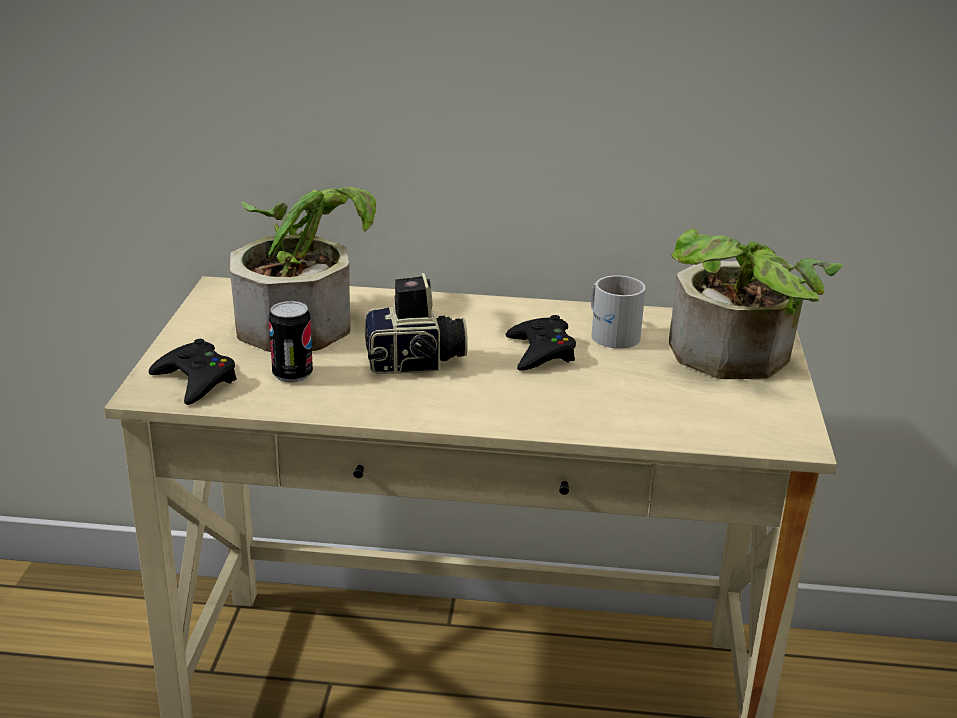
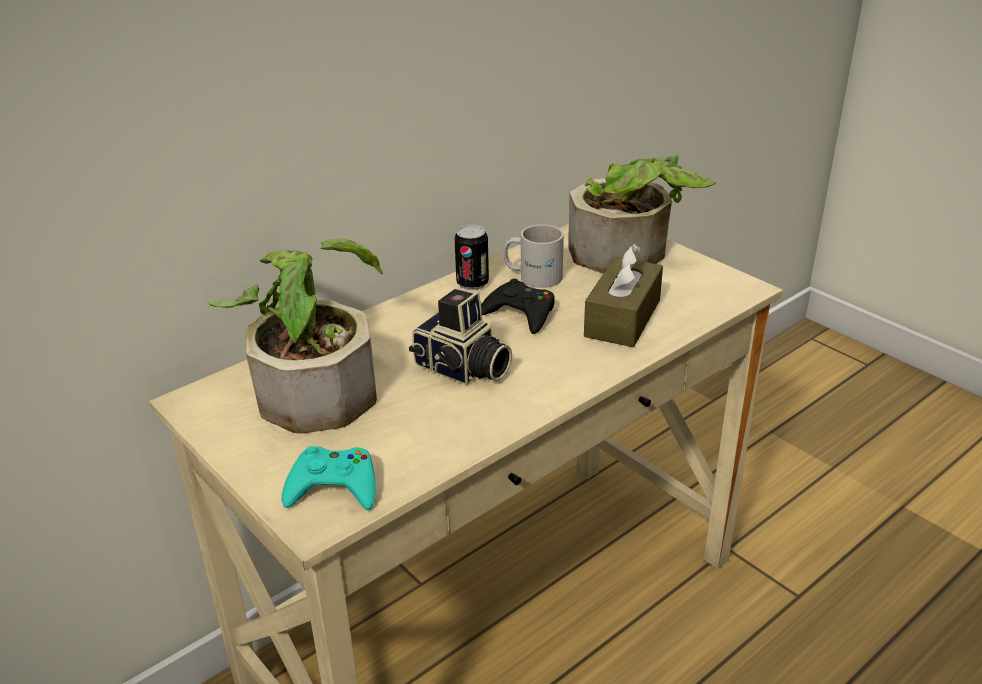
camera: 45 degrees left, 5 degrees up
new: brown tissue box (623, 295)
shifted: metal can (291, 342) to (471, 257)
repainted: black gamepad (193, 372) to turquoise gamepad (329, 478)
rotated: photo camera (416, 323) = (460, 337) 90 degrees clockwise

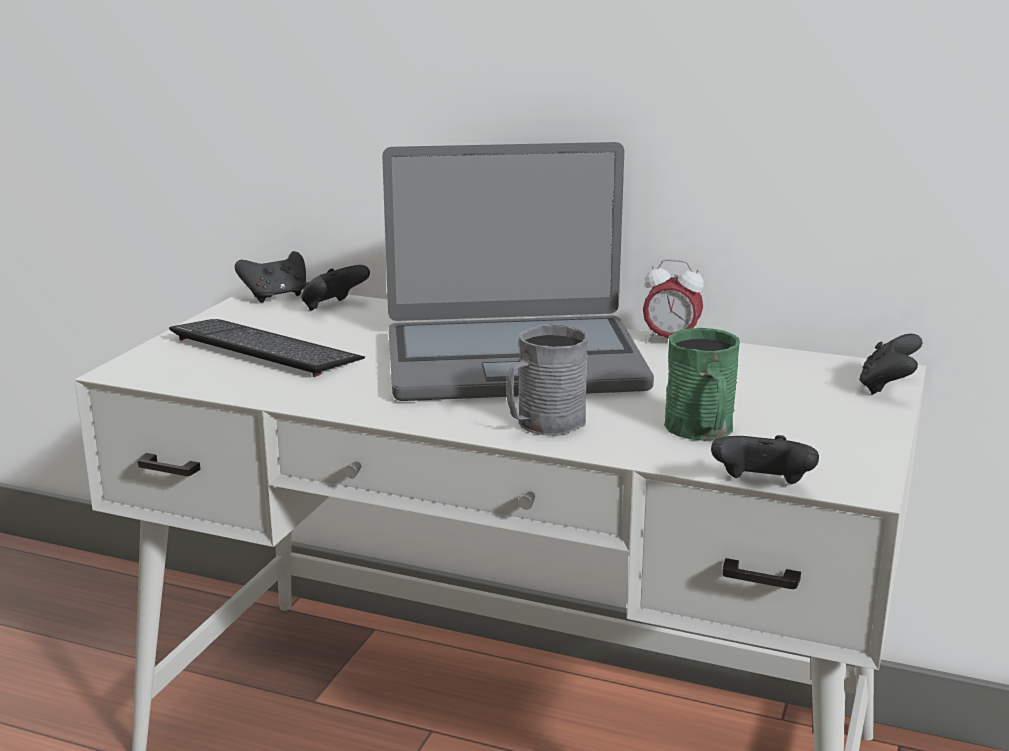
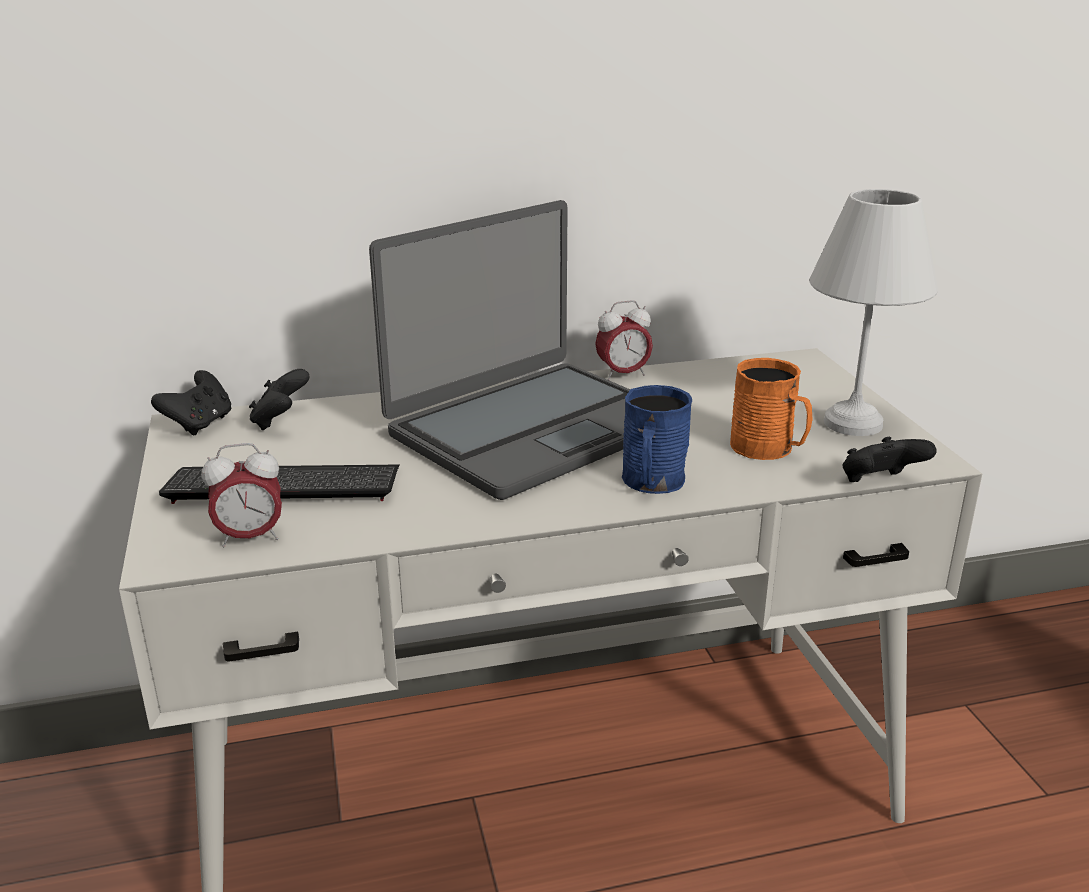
camera: 35 degrees left, 5 degrees up
gone: black gamepad (890, 364)
new: white lamp for a table (873, 312); alarm clock (242, 495)
repainted: gray mug (547, 380) to blue-coloured mug (657, 439); greenish mug (702, 384) to orange mug (771, 409)

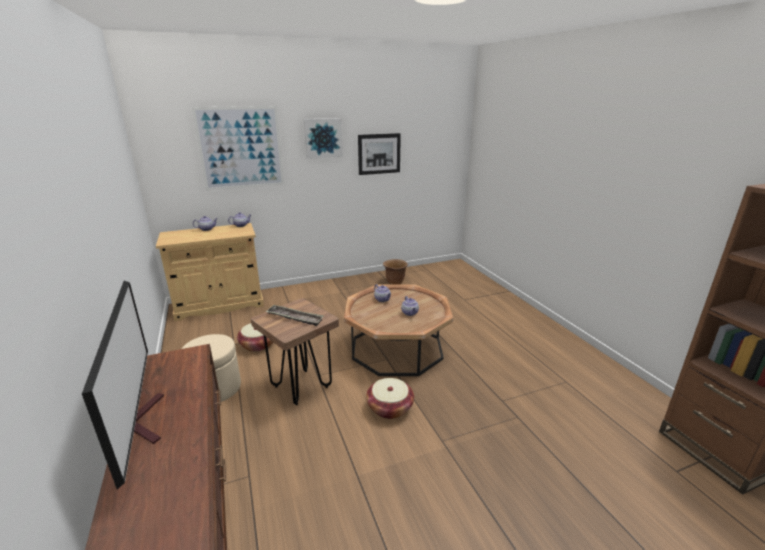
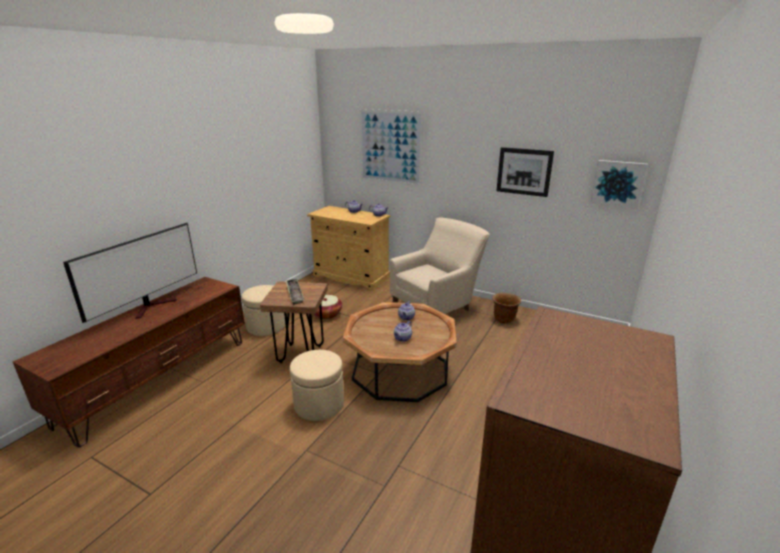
camera: 50 degrees right, 0 degrees up
new: sand-coloured lounge chair (439, 265)
shifted: wall picture (323, 138) to (619, 184)
swapped: storage basket (390, 398) to sand-coloured pouffe (317, 385)

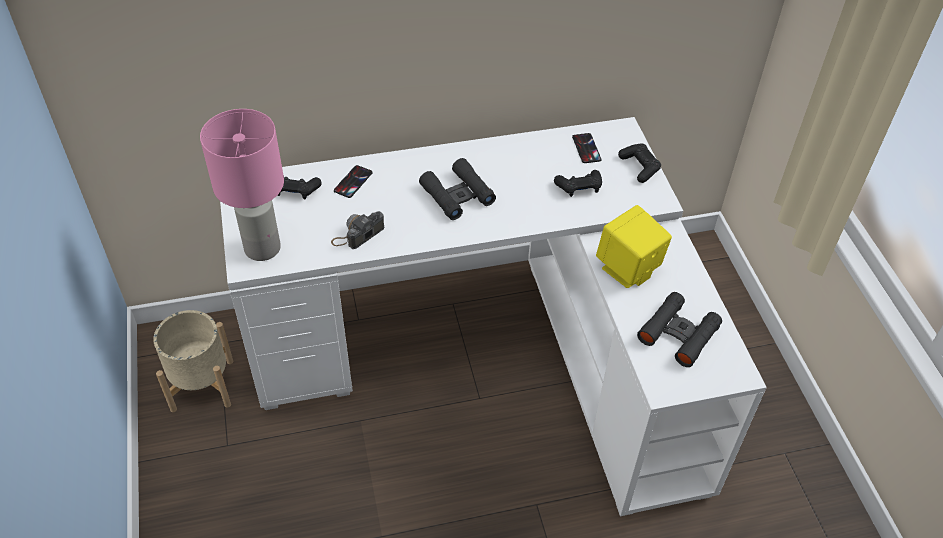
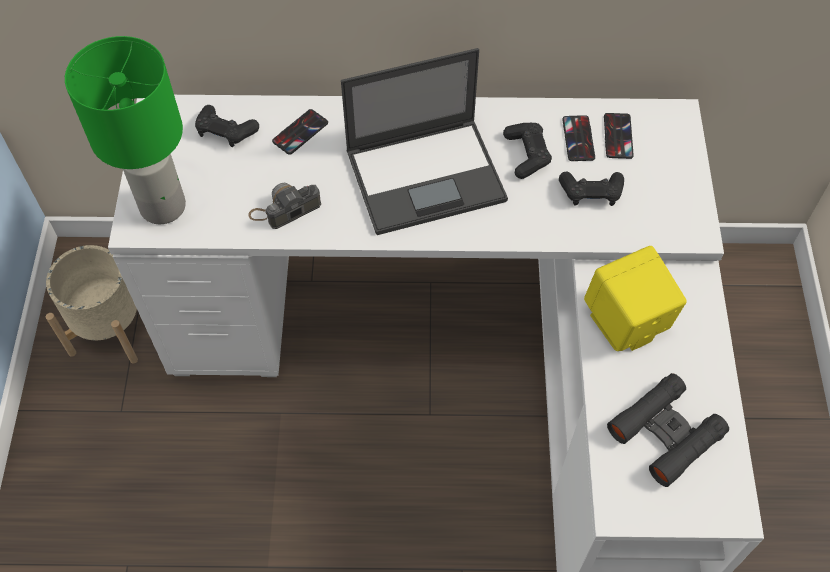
camera: 15 degrees right, 10 degrees up
new: telephone (578, 138)
shifted: black gamepad (639, 163) to (527, 151)
swapped: black pair of binoculars (457, 189) to laptop (424, 141)
repainted: pinkish lamp for a table (242, 185) to greenish lamp for a table (125, 130)

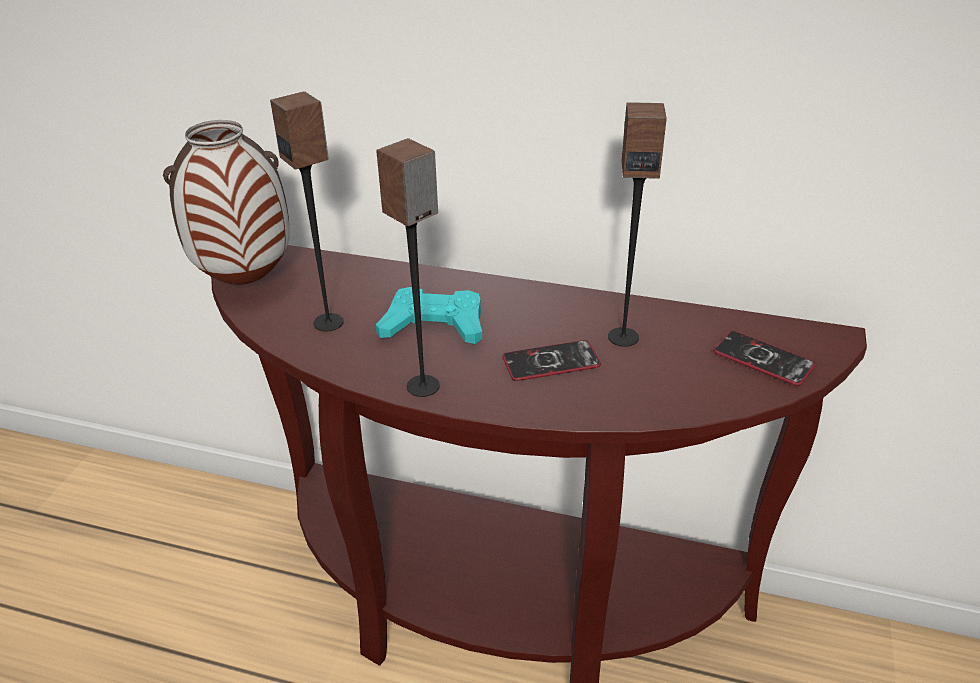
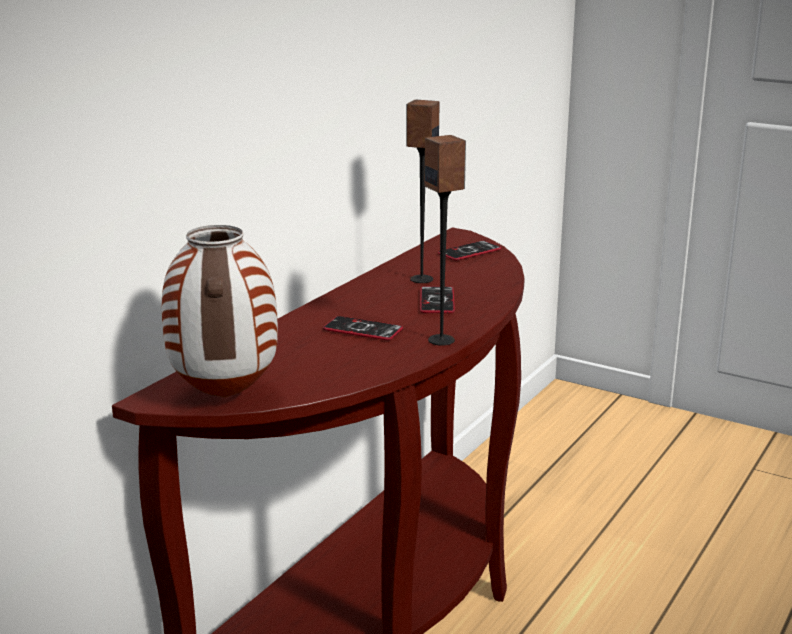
camera: 75 degrees left, 15 degrees down
gone: speaker (307, 211)
swapped: turquoise gamepad (429, 315) to telephone (363, 328)

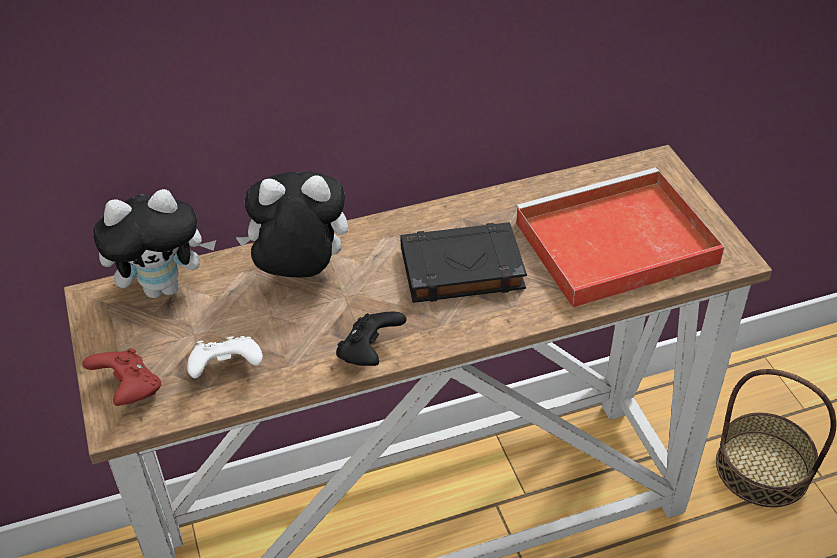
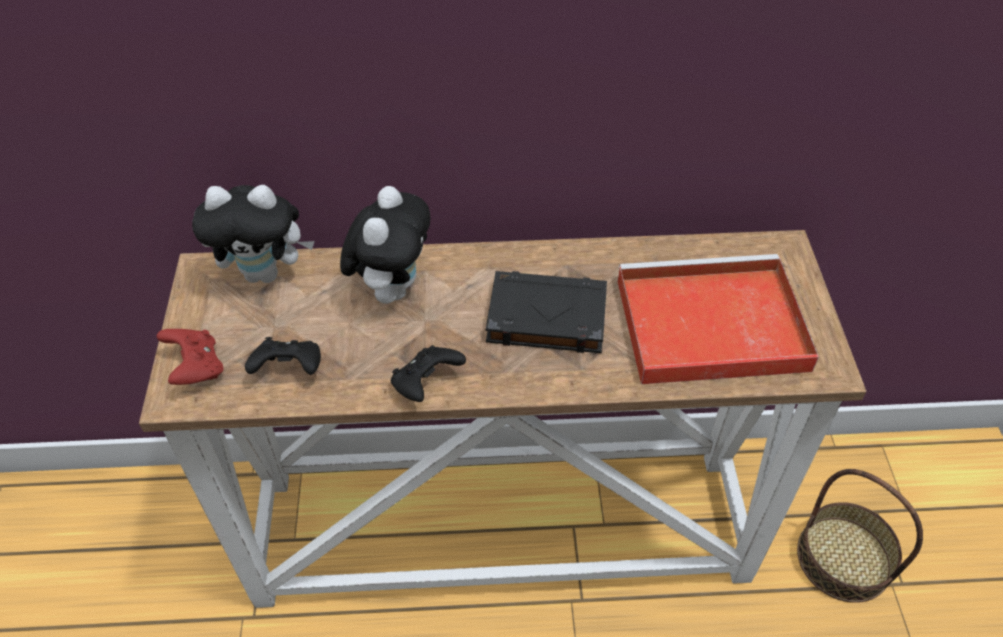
camera: 15 degrees right, 5 degrees up
repainted: white gamepad (225, 357) to black gamepad (283, 356)
rotated: cuddly toy (291, 224) = (385, 245) 90 degrees clockwise

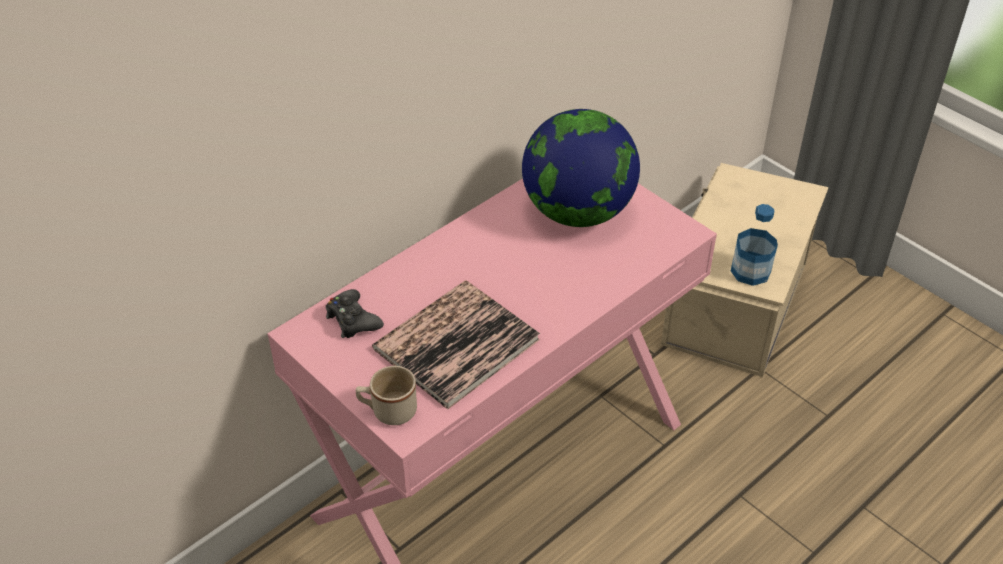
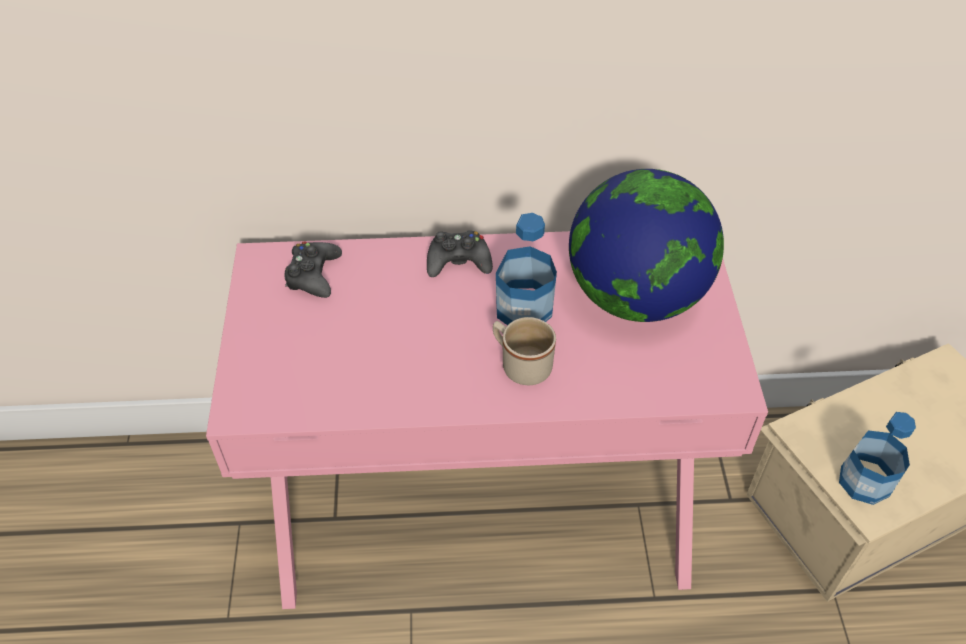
camera: 40 degrees right, 5 degrees up
gone: volume (456, 345)
new: bottle (526, 269); black gamepad (460, 253)
shifted: sand-coloured mug (386, 395) to (524, 351)

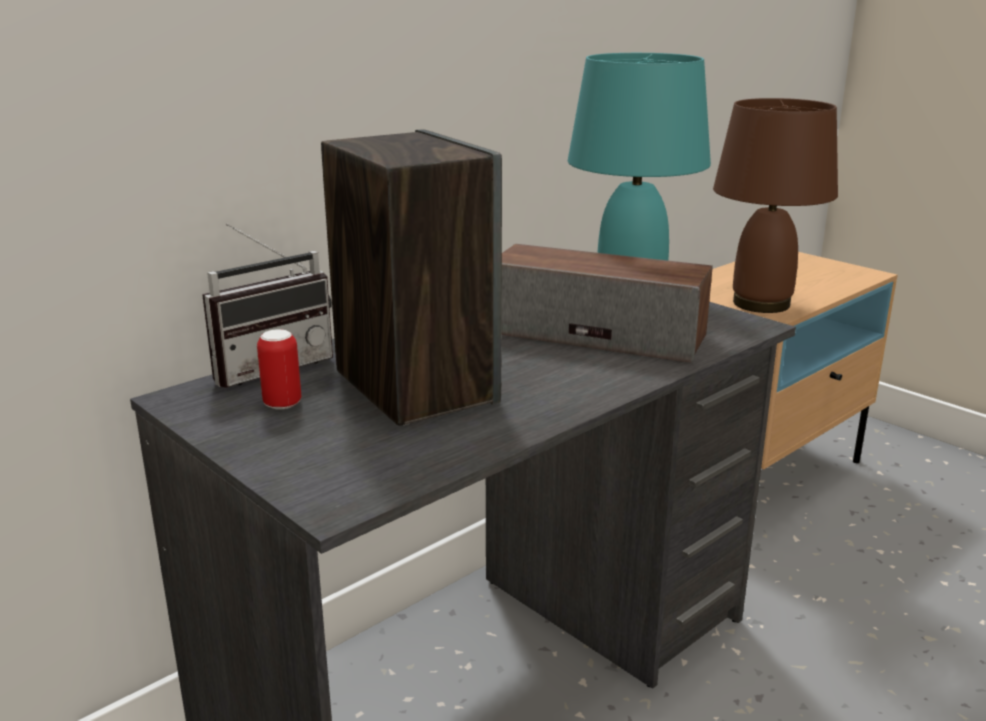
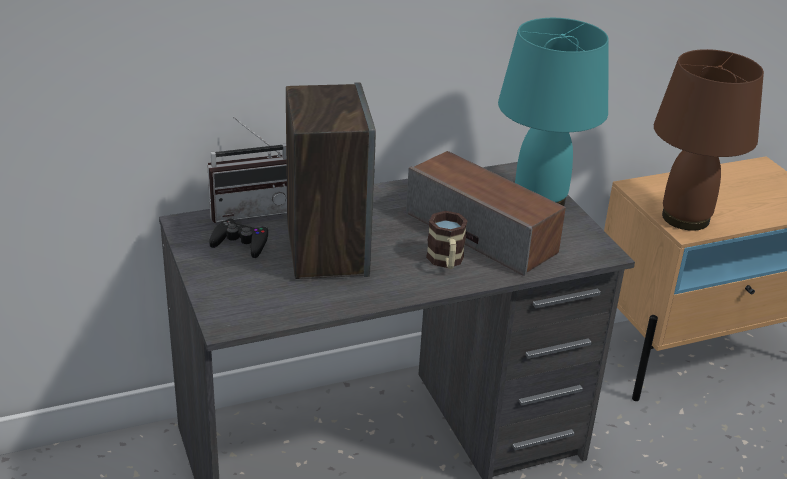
camera: 20 degrees right, 10 degrees up
new: mug (447, 240)
swapped: metal can (279, 369) to black gamepad (238, 238)

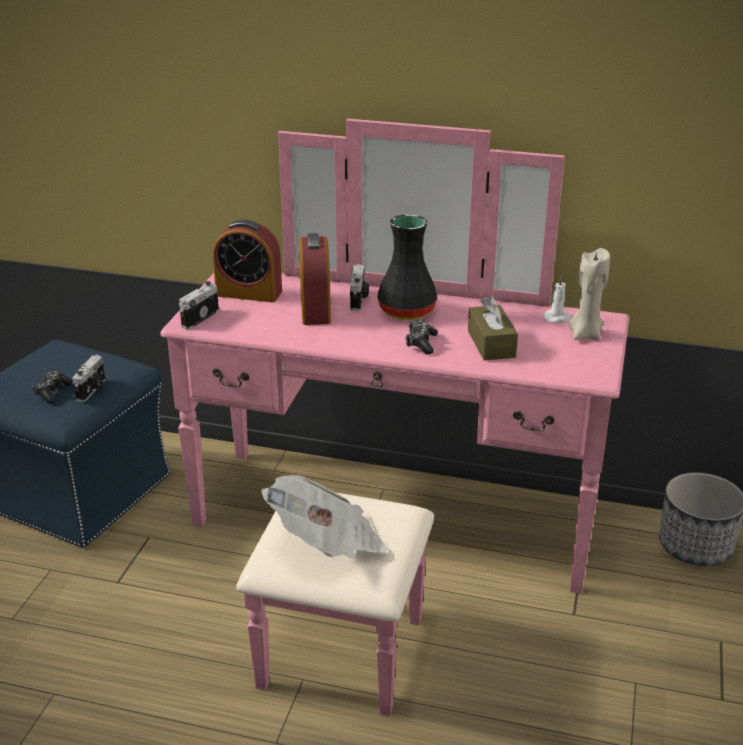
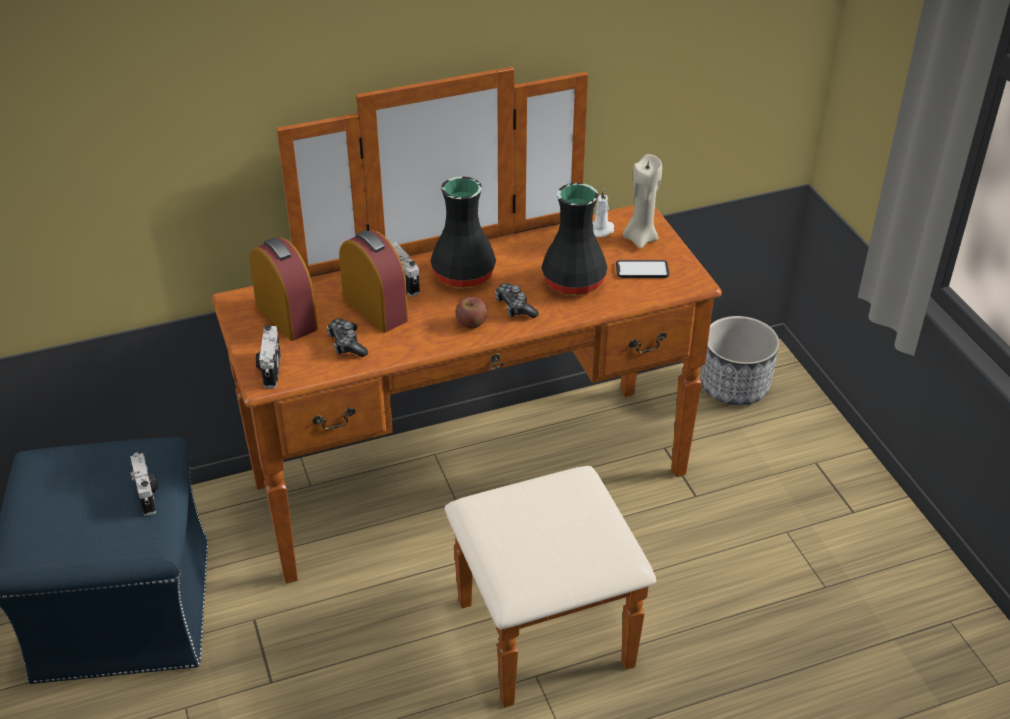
camera: 35 degrees left, 10 degrees up
gone: newspaper (324, 517)
new: telephone (642, 269); apple (471, 312)
shifted: gamepad (52, 387) to (347, 338)
swapped: brown tissue box (493, 328) to black flower vase (574, 239)
repainted: pinkish dresser (394, 418) to brown dresser (466, 387)
rotated: alarm clock (247, 260) = (283, 289) 105 degrees counterclockwise

